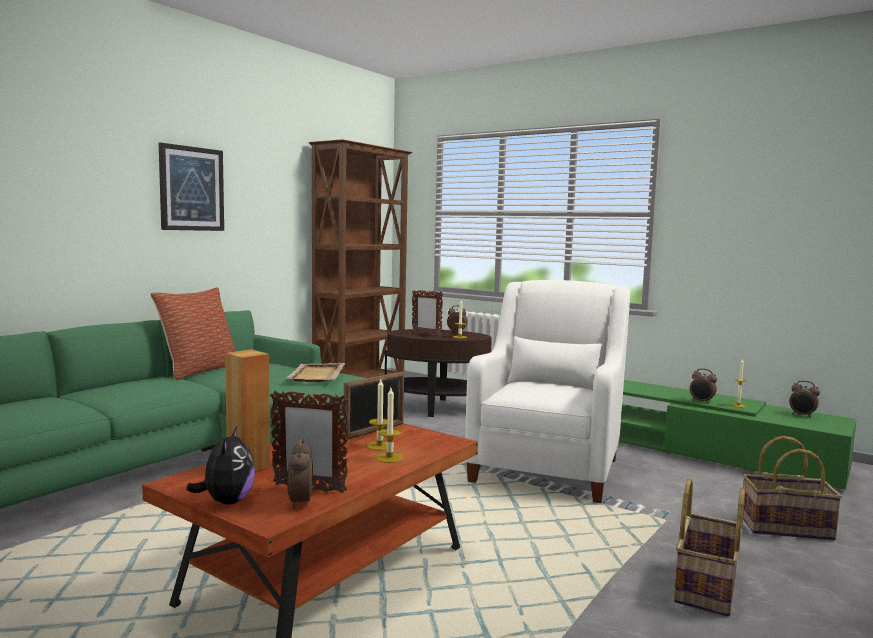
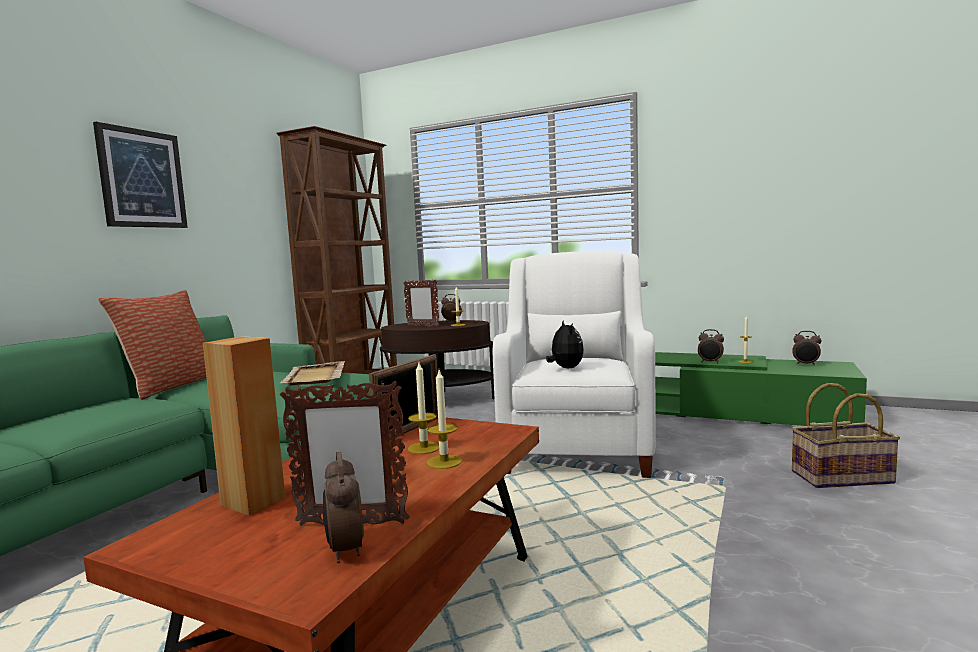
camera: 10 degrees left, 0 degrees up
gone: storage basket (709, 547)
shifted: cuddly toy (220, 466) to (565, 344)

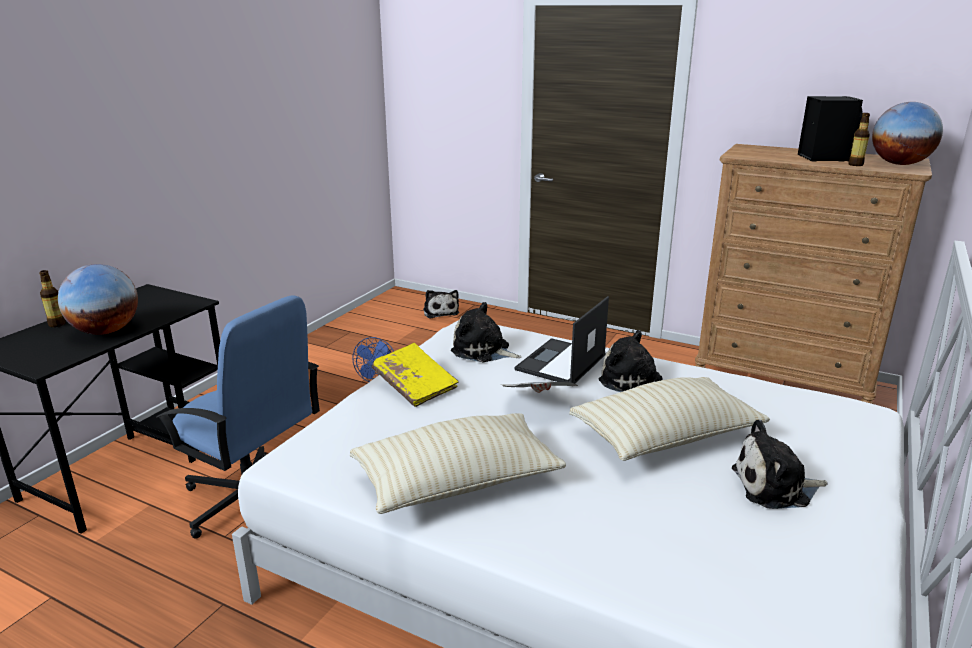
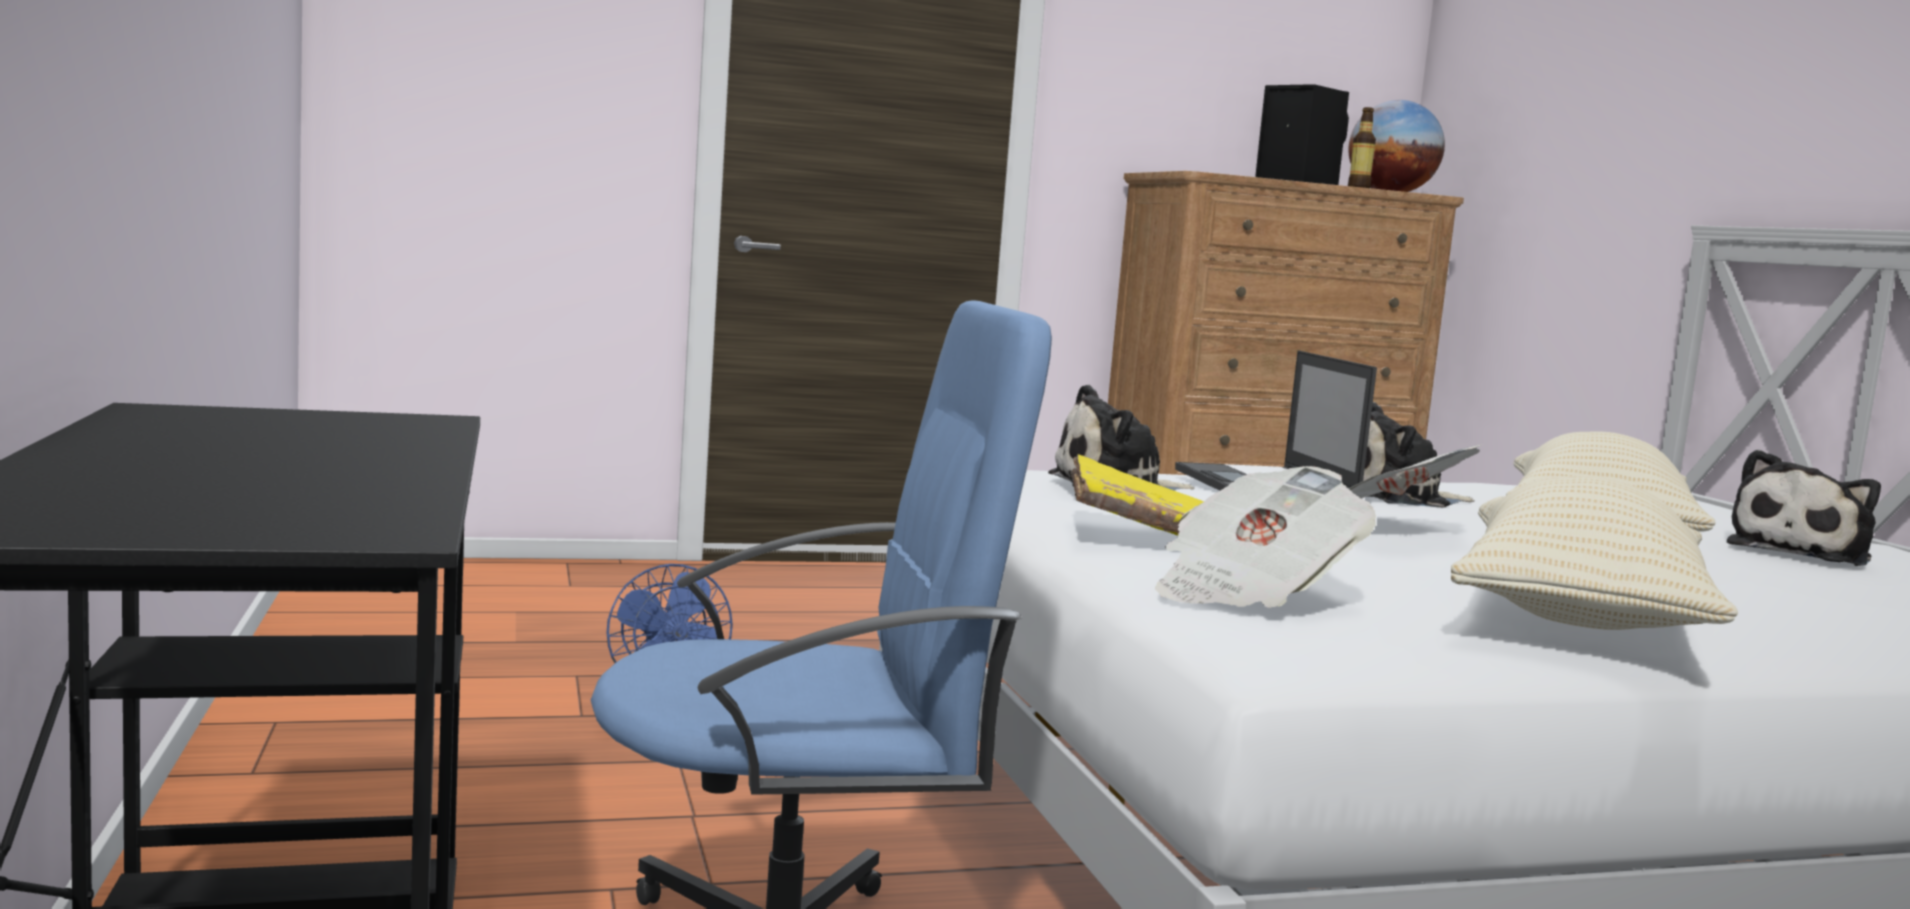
camera: 45 degrees left, 15 degrees down
gone: world globe (98, 299); bottle (52, 298); cuddly toy (441, 304)
new: newspaper (1265, 537)

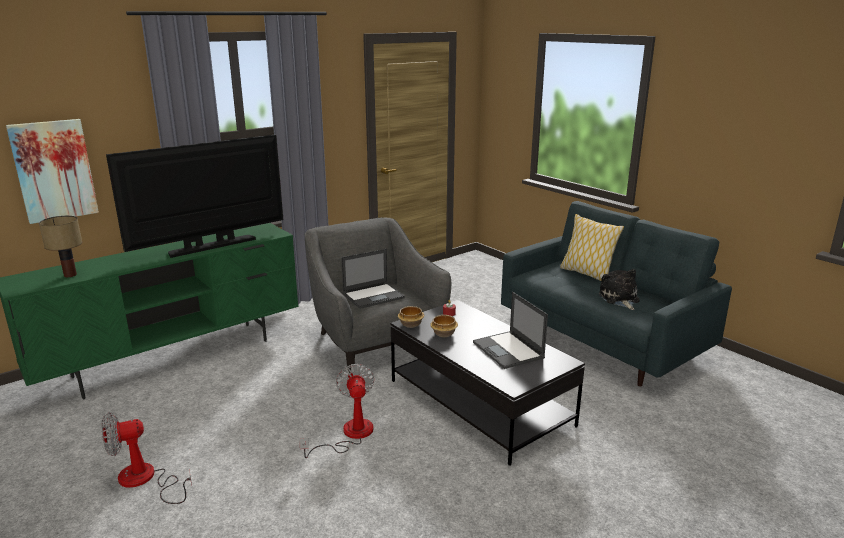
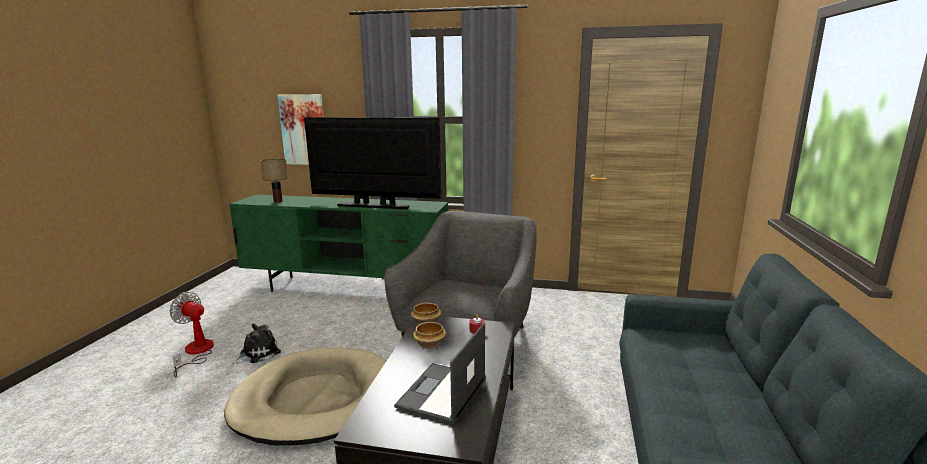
camera: 50 degrees right, 5 degrees down
gone: cushion (592, 247); laptop (373, 279)
shifted: cuddly toy (619, 289) to (256, 344)
swapped: cooling fan (336, 411) to sand-coloured dog cushion (305, 396)

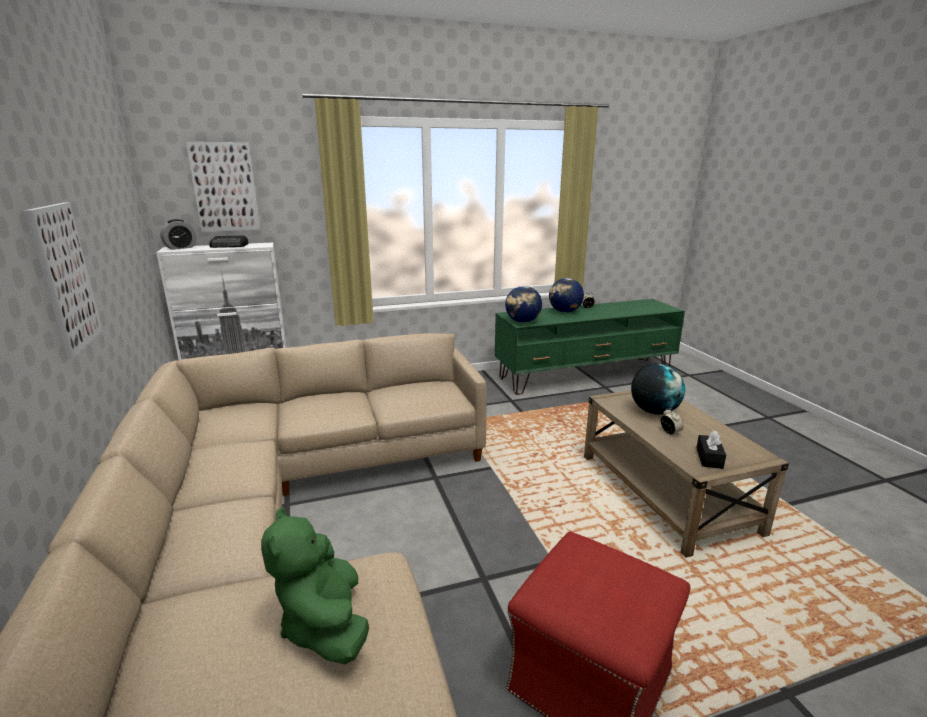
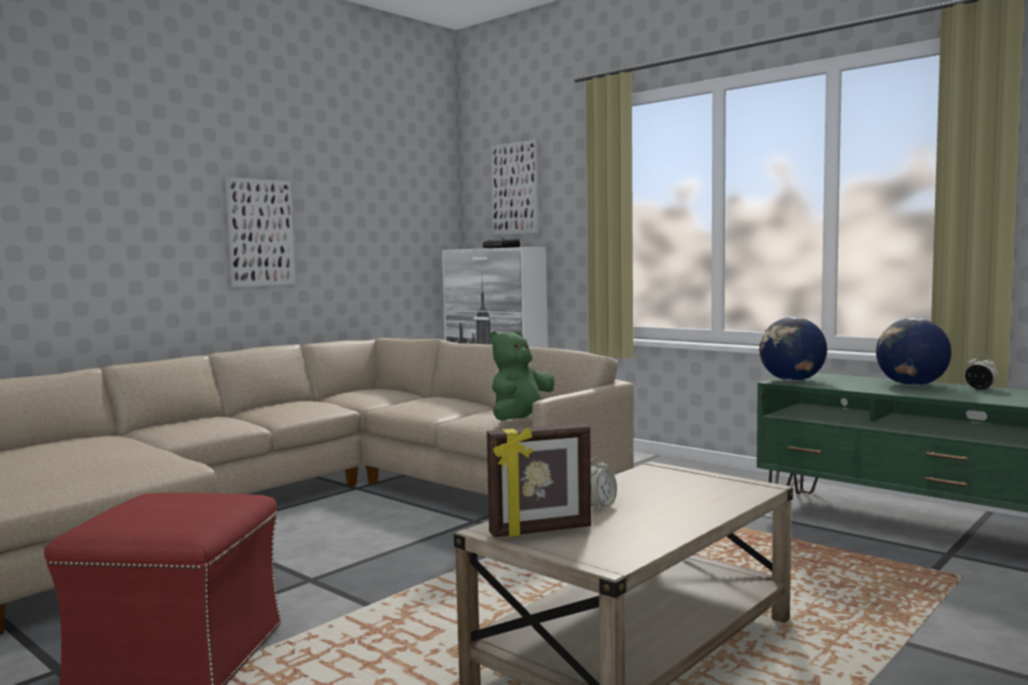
camera: 60 degrees right, 15 degrees down
gone: alarm clock (178, 234); world globe (658, 389)
shifted: greenish cuddly toy (315, 585) to (522, 376)
swapped: black tissue box (711, 449) to standing frame (539, 480)

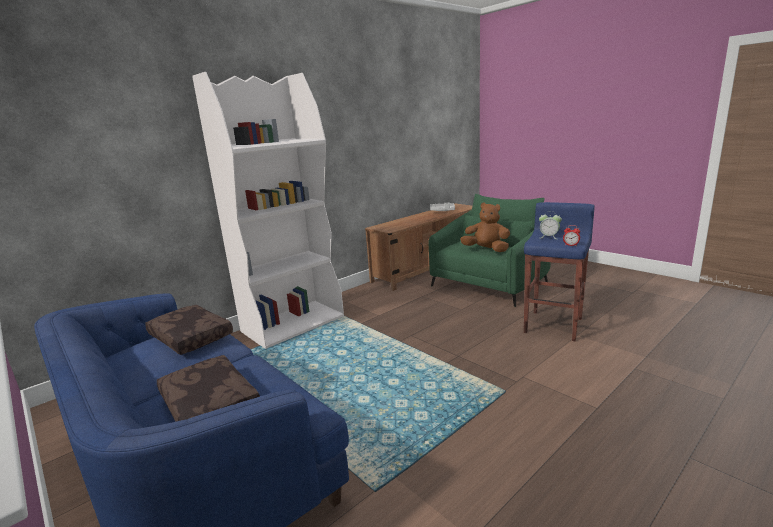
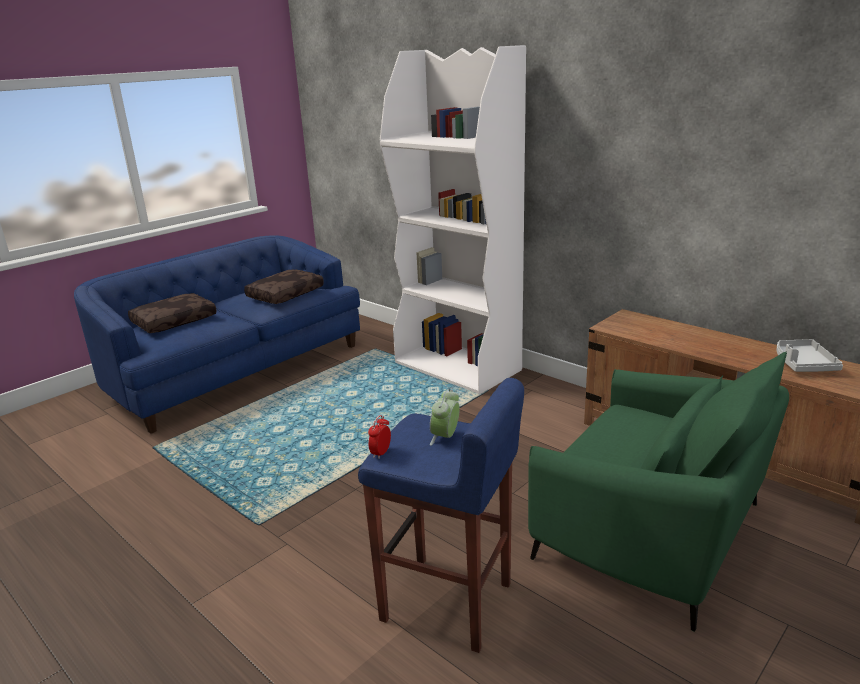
camera: 85 degrees right, 5 degrees up
gone: brown cuddly toy (485, 227)

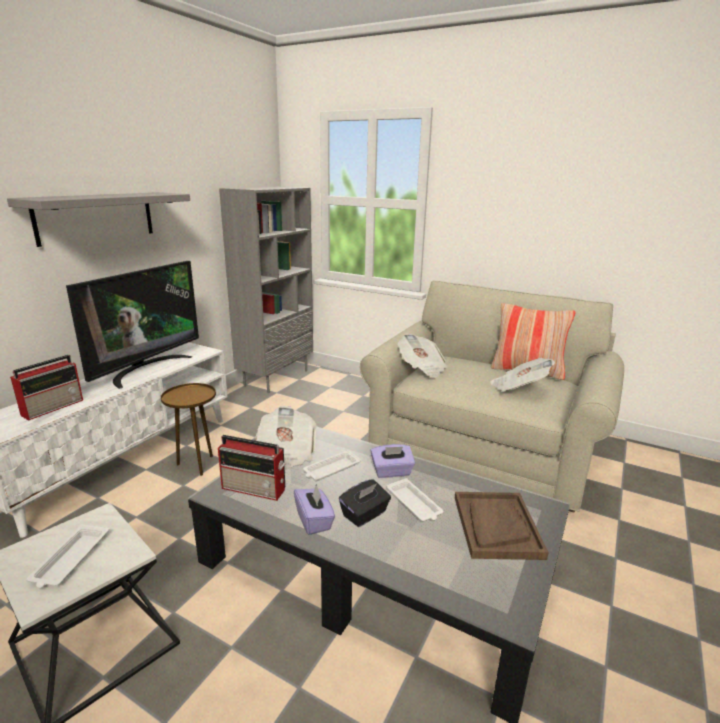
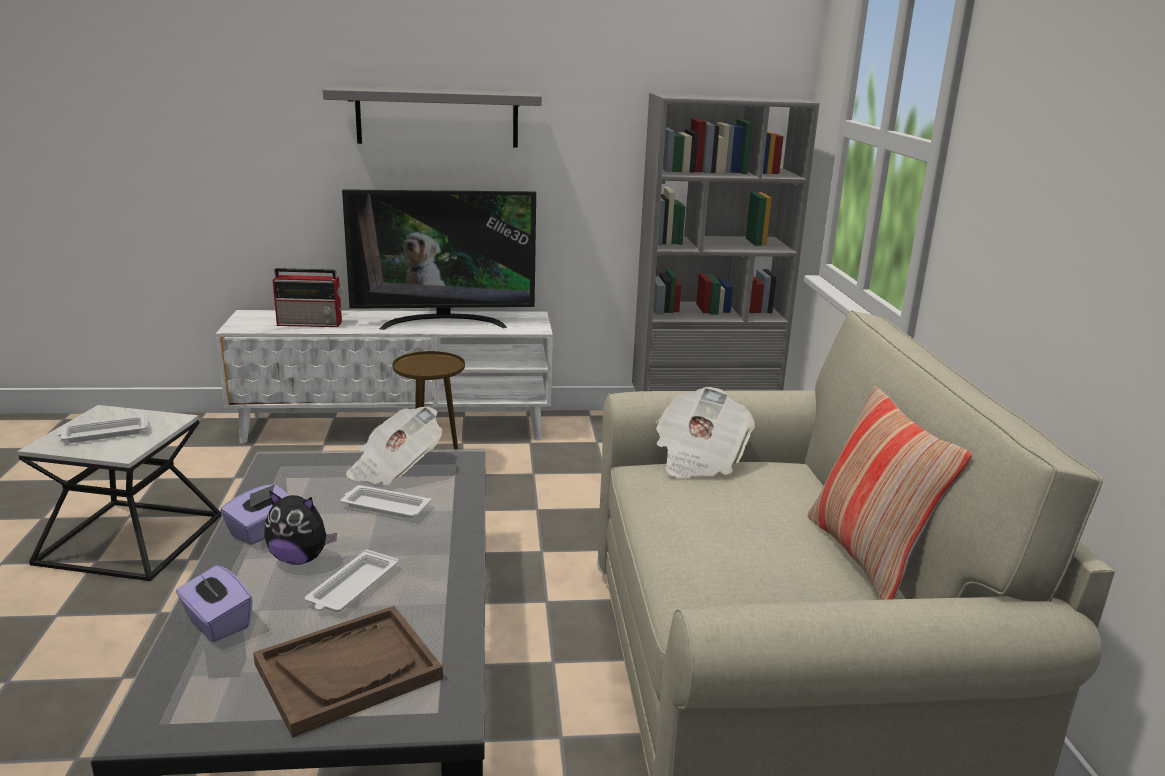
camera: 55 degrees right, 0 degrees up
gone: newspaper (522, 375); radio set (251, 468)
shifted: purplish tissue box (393, 461) to (214, 603)
swapped: black tissue box (365, 503) to cuddly toy (300, 527)

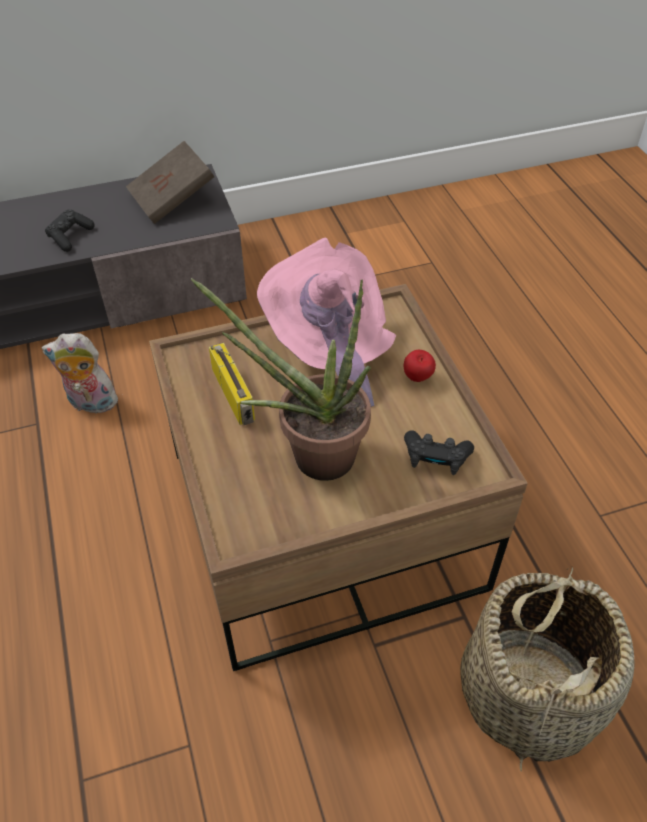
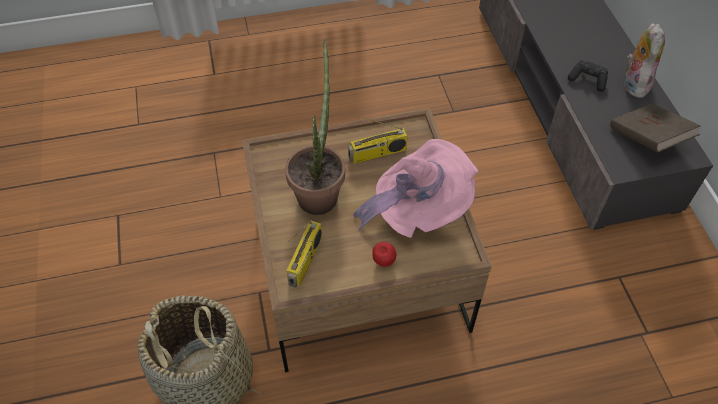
camera: 95 degrees right, 5 degrees up
shifted: cuddly toy (81, 373) to (644, 60)
swapped: black gamepad (439, 452) to radio set (304, 254)

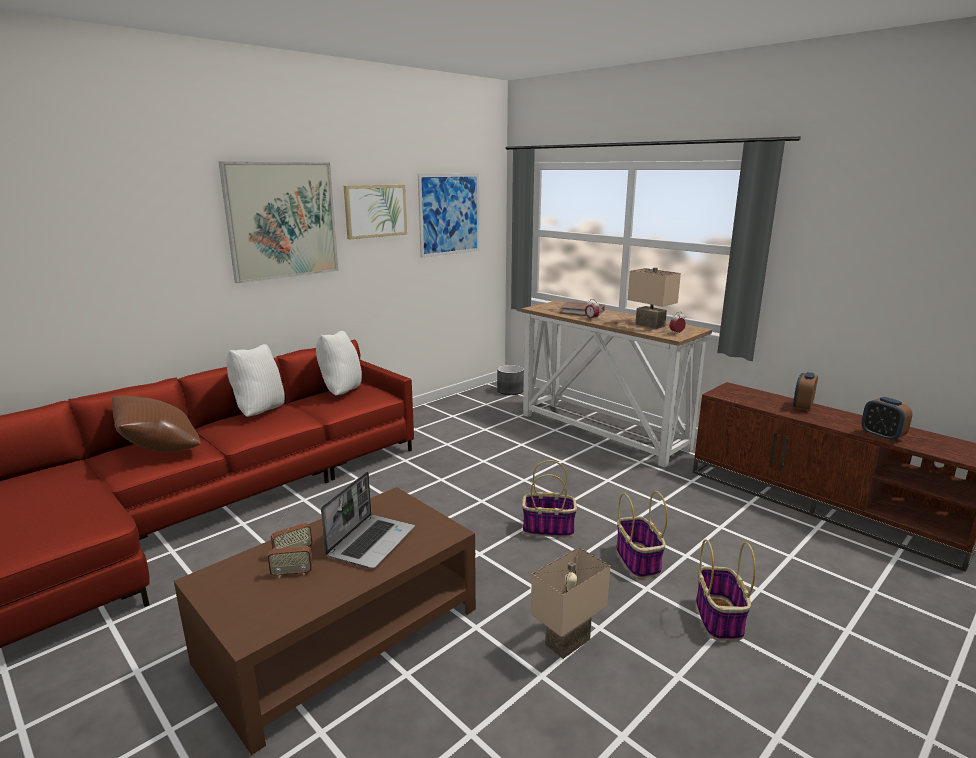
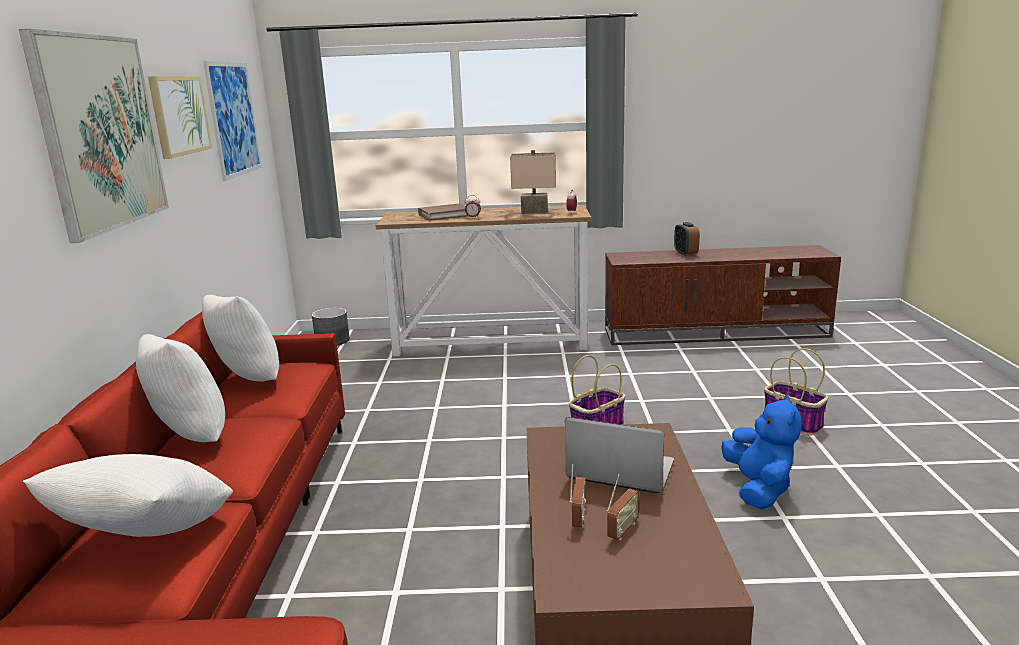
camera: 45 degrees left, 0 degrees up
gone: alarm clock (886, 419); storage basket (641, 535)
swapped: sand-coloured lamp for a table (570, 603) to blue-coloured cuddly toy (761, 452)
repainted: brown cushion (156, 423) to white cushion (128, 495)
rotated: laptop (368, 520) = (619, 455) 45 degrees counterclockwise

